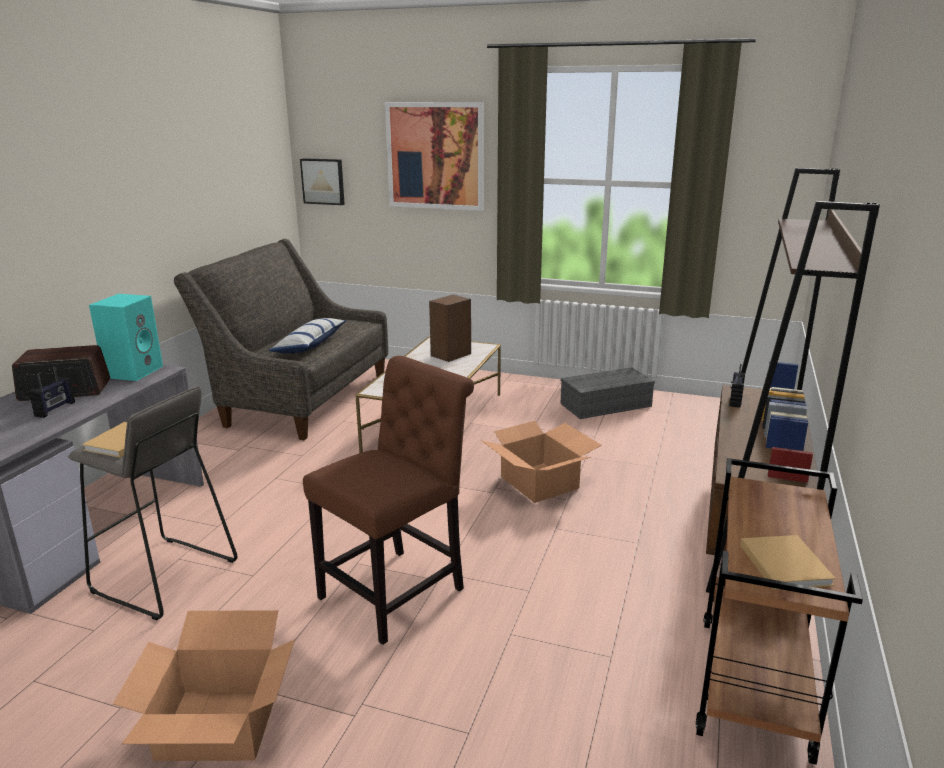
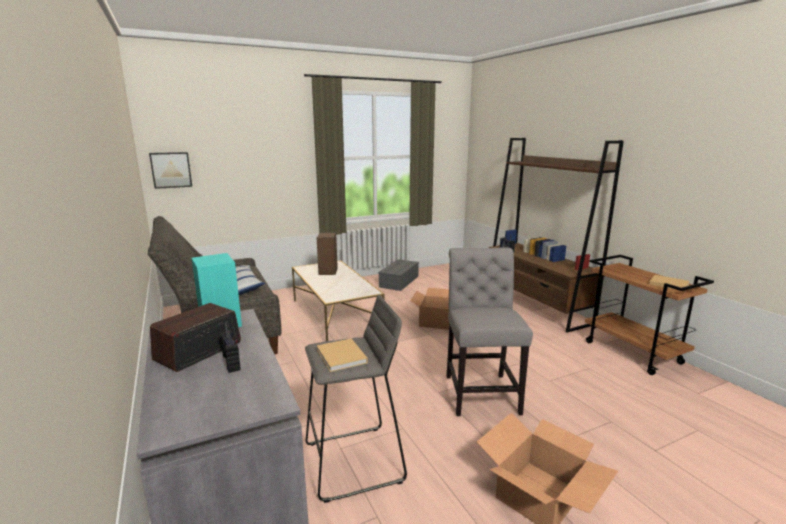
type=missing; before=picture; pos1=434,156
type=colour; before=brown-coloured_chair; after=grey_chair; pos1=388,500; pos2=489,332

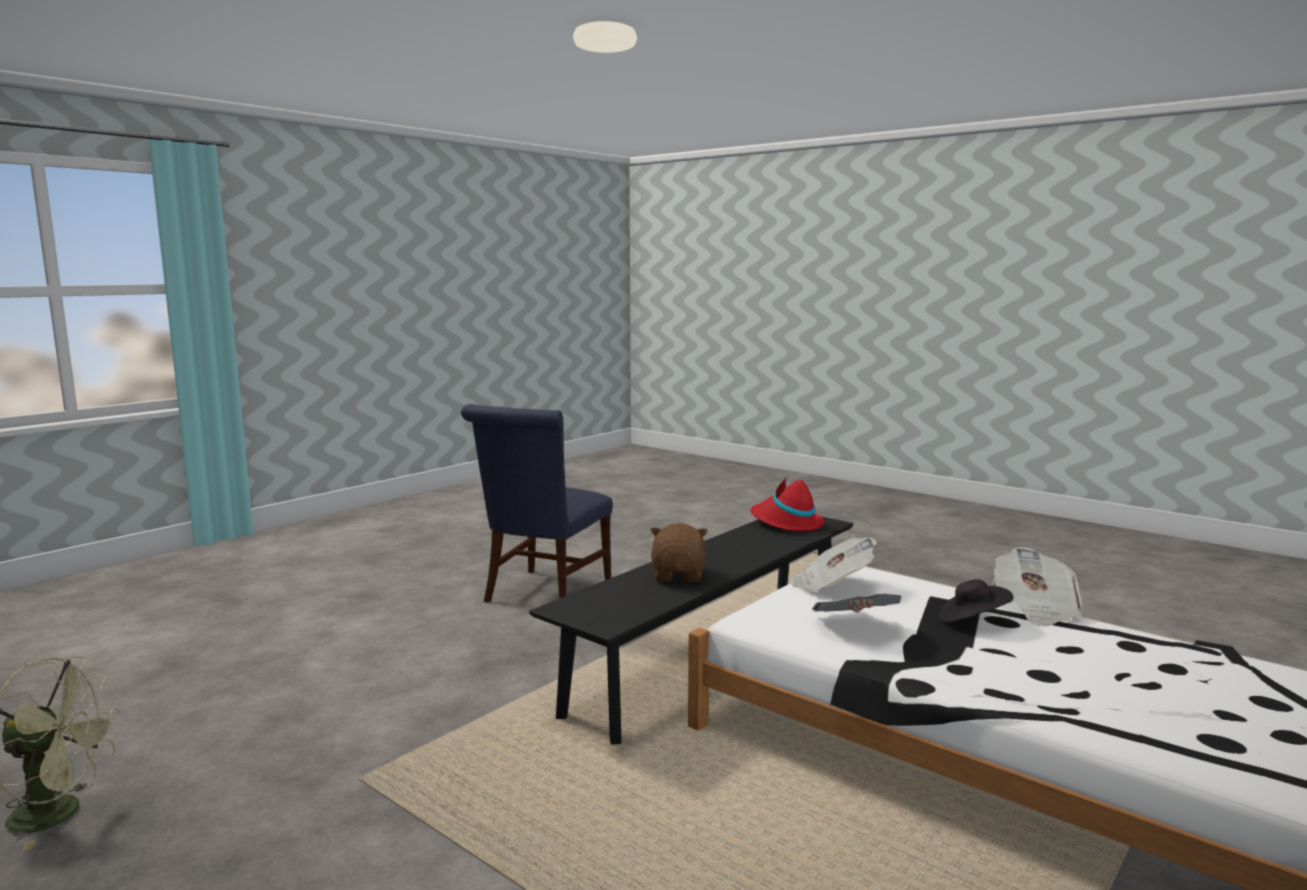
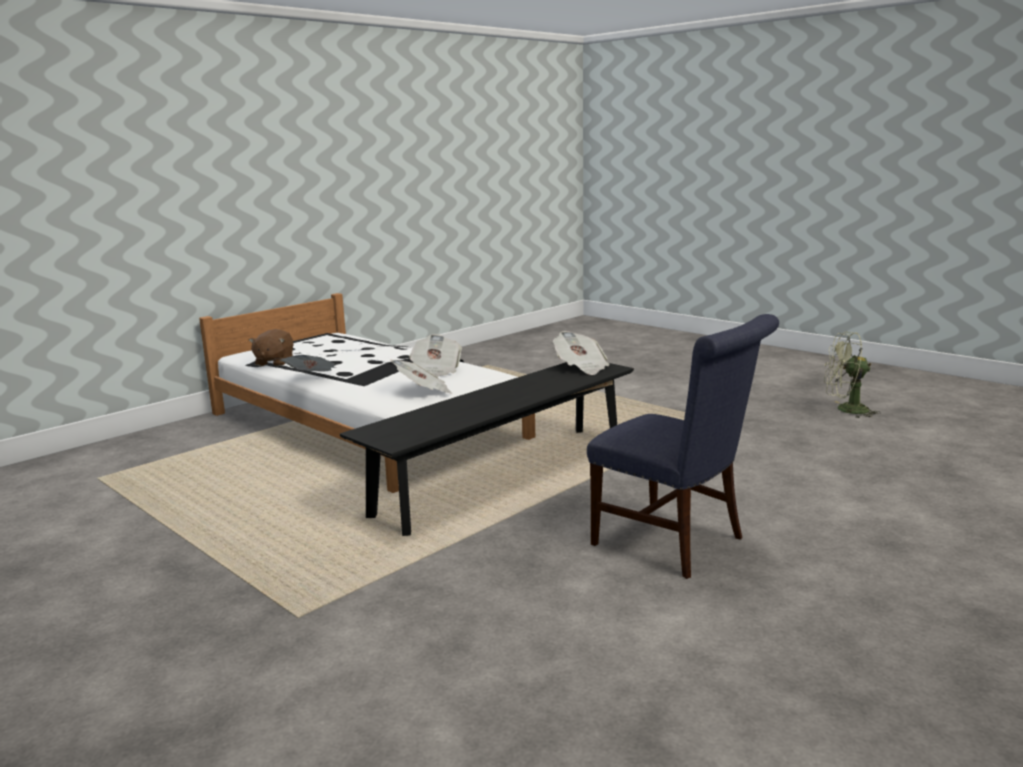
type=spun; before=bluish_chair; pos1=537,503; pos2=683,446; turn=105
type=missing; before=reddish_hat; pos1=787,504
type=relocated; before=brown-coloured_soft_toy; pos1=679,552; pos2=271,347
type=missing; before=black_hat; pos1=975,601
type=appeared; after=daily_paper; pos2=581,353

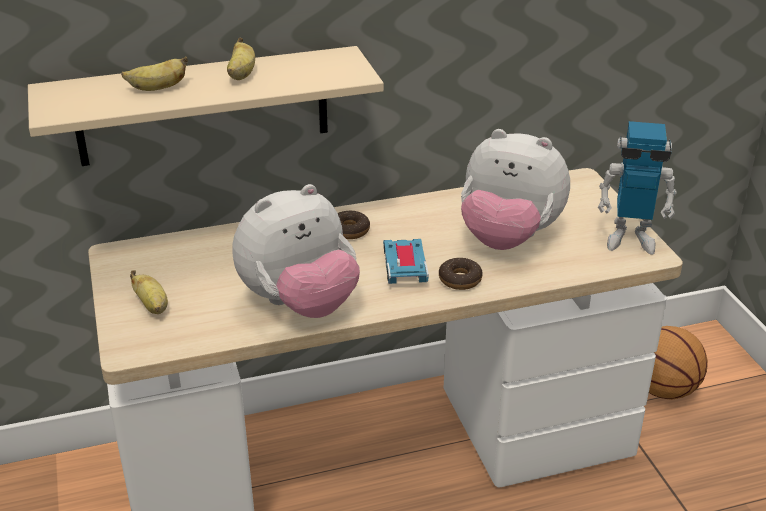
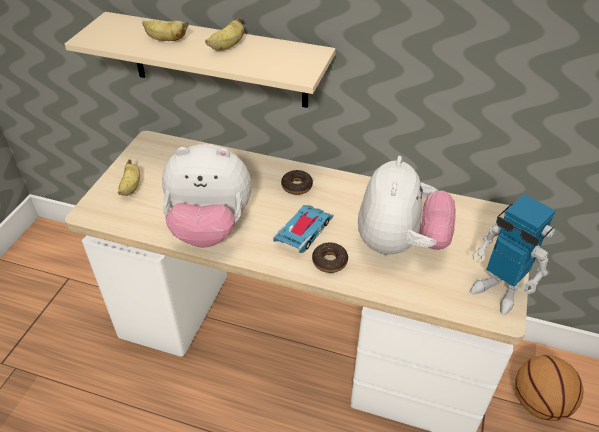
type=spun; before=soft_toy; pos1=515,189; pos2=407,205; turn=-135

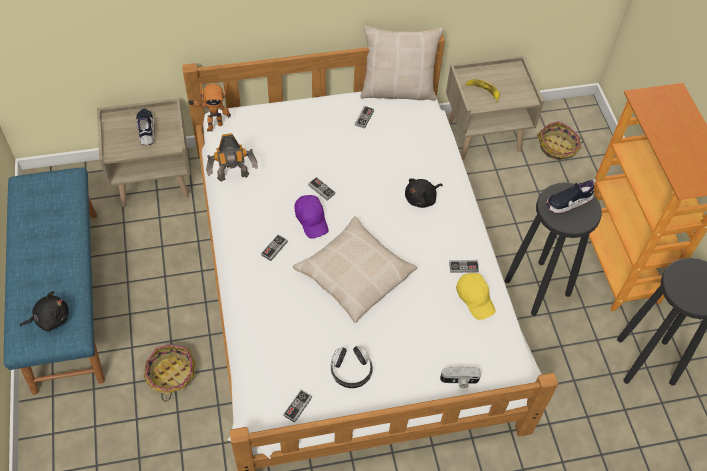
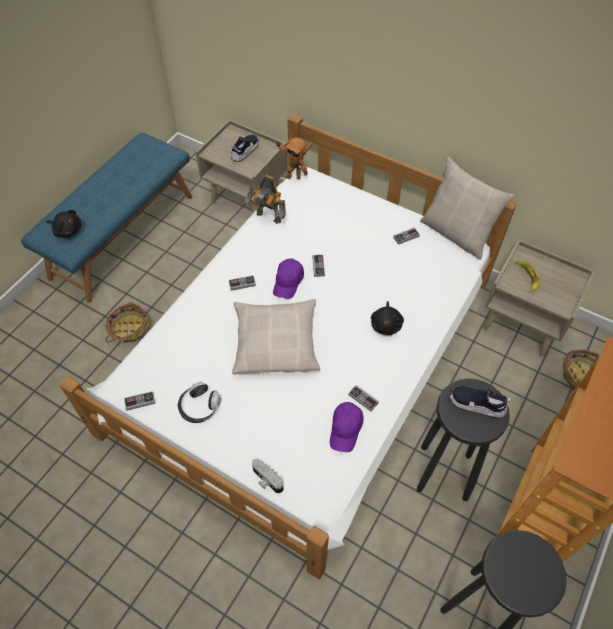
type=spun; before=black_soft_toy; pos1=424,193; pos2=387,318; turn=-90
type=colour; before=yellow-coloured_peaked_cap; after=purple_peaked_cap; pos1=476,296; pos2=347,427

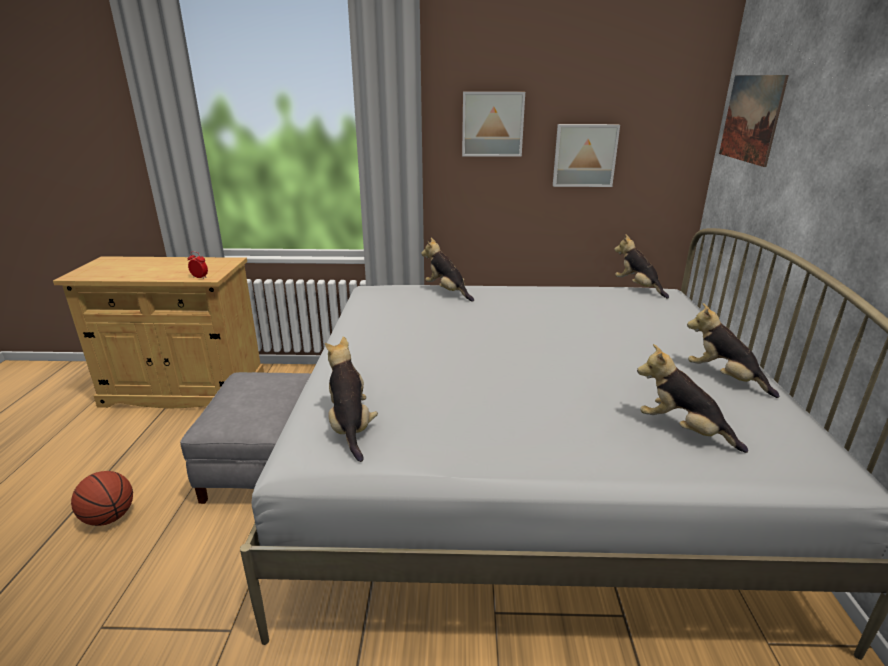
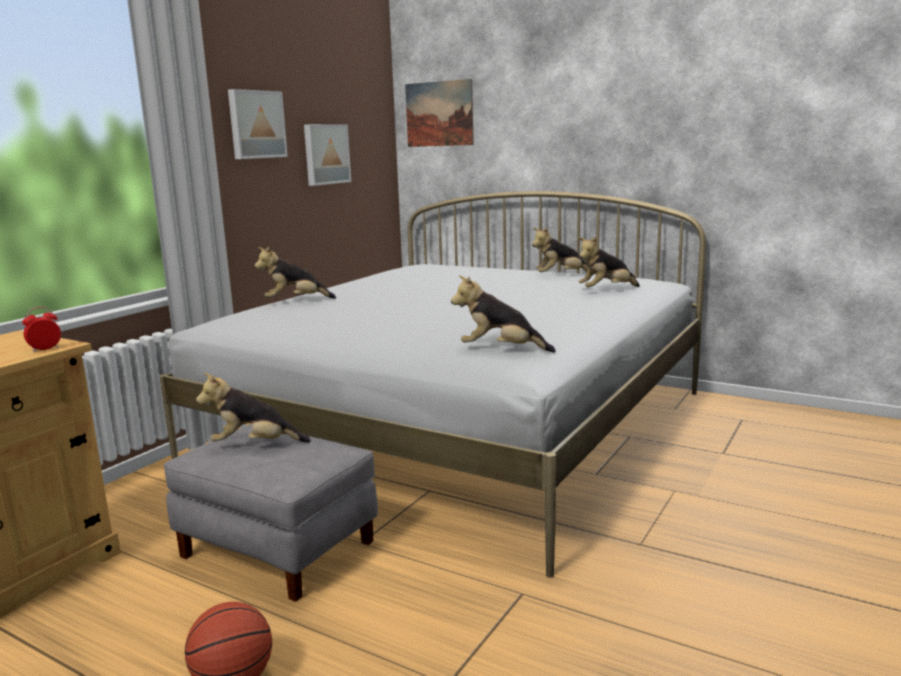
type=relocated; before=soft_toy; pos1=641,266; pos2=253,407

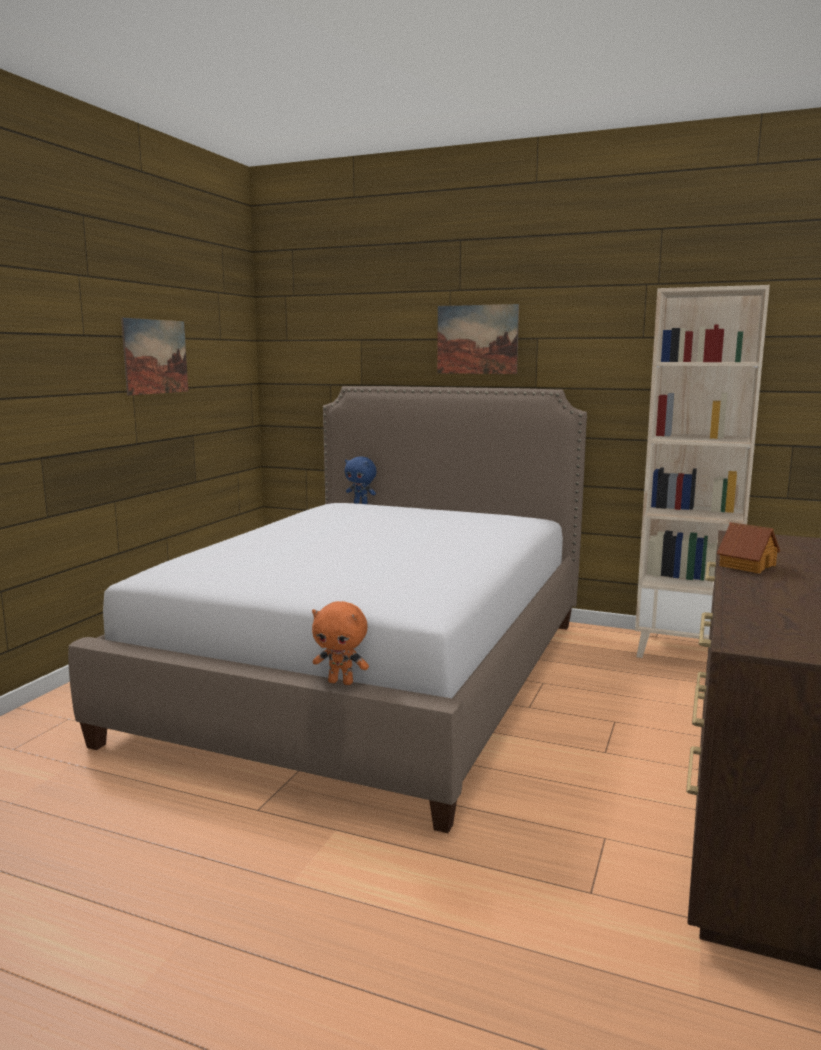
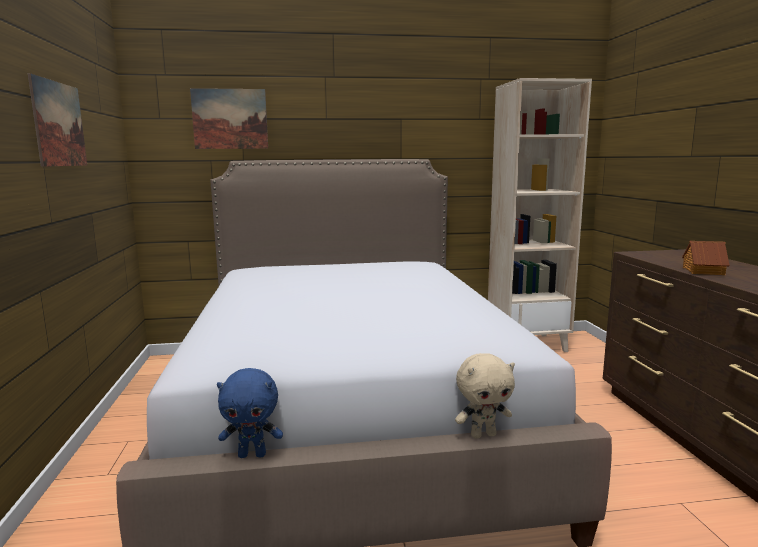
type=relocated; before=picture; pos1=478,339; pos2=229,118
type=relocated; before=bluish_soft_toy; pos1=361,480; pos2=250,413
type=colour; before=orangey_soft_toy; after=sand-coloured_soft_toy; pos1=340,643; pos2=485,396

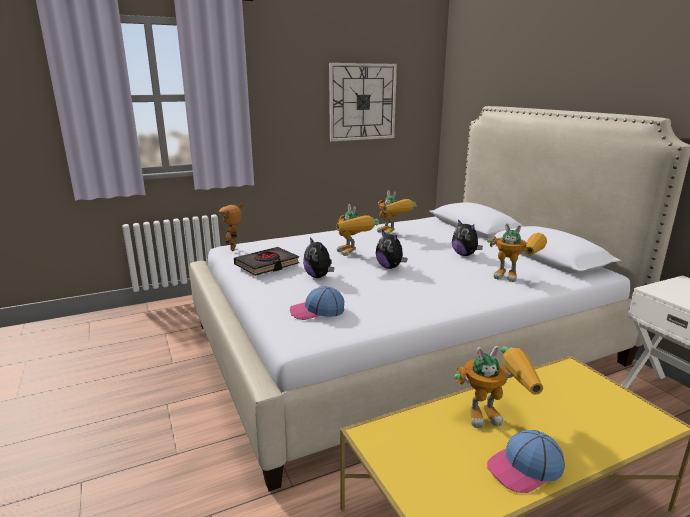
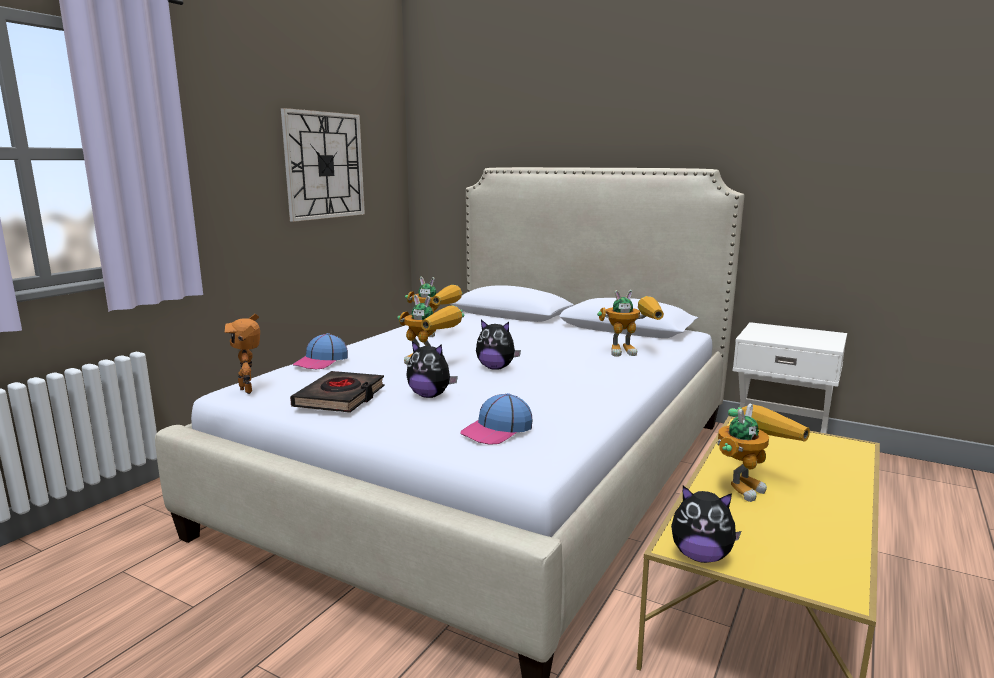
type=relocated; before=soft_toy; pos1=467,237; pos2=706,524
type=relocated; before=peaked_cap; pos1=526,461; pos2=320,351

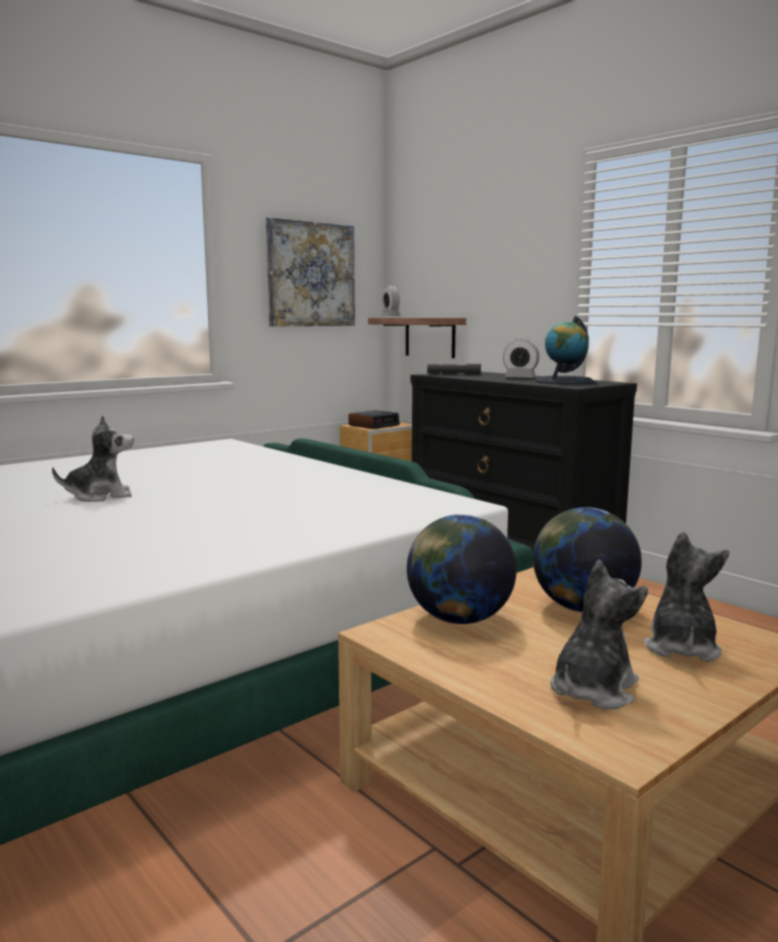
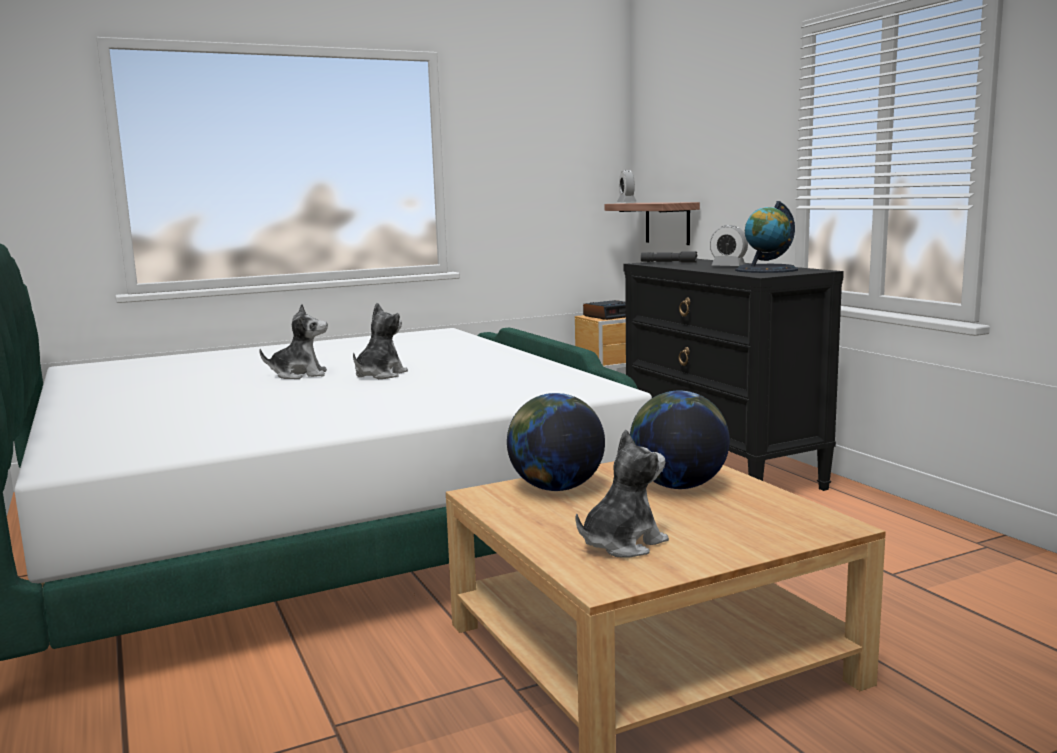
type=missing; before=picture; pos1=310,271
type=relocated; before=soft_toy; pos1=686,597; pos2=380,341

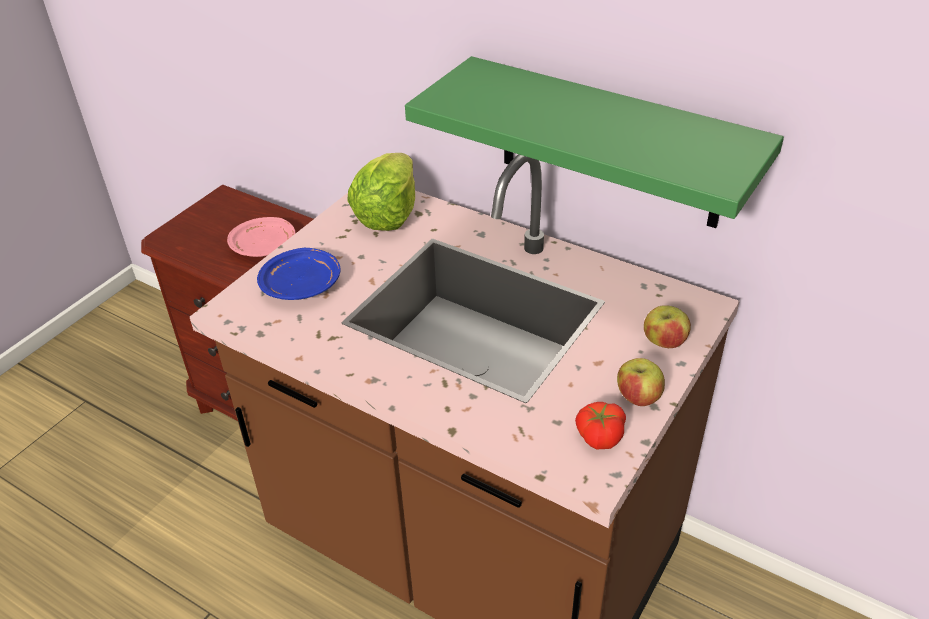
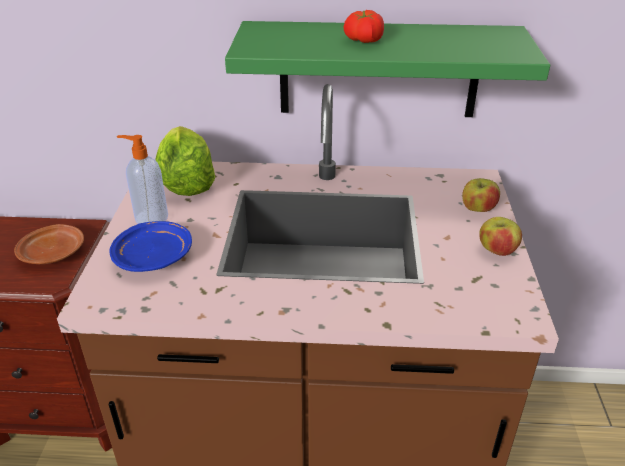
type=colour; before=pink-coloured_plate; after=brown-coloured_plate; pos1=261,237; pos2=49,244
type=relocated; before=tomato; pos1=600,425; pos2=364,26
type=appeared; after=liquid_soap_bottle; pos2=142,179

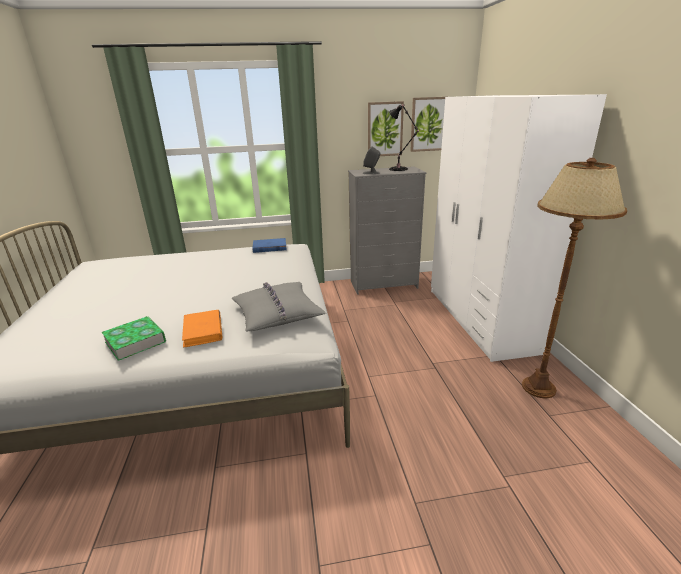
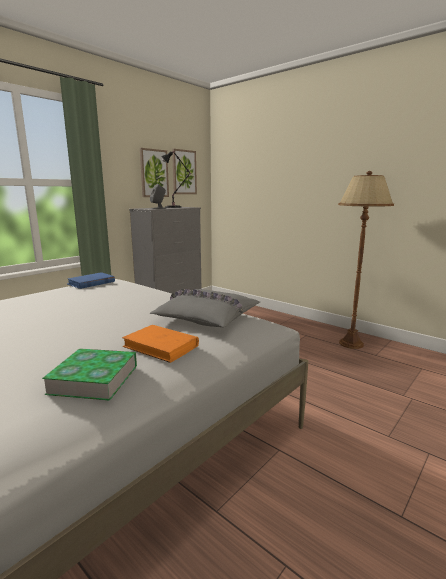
type=missing; before=white-coloured_wardrobe; pos1=519,228

